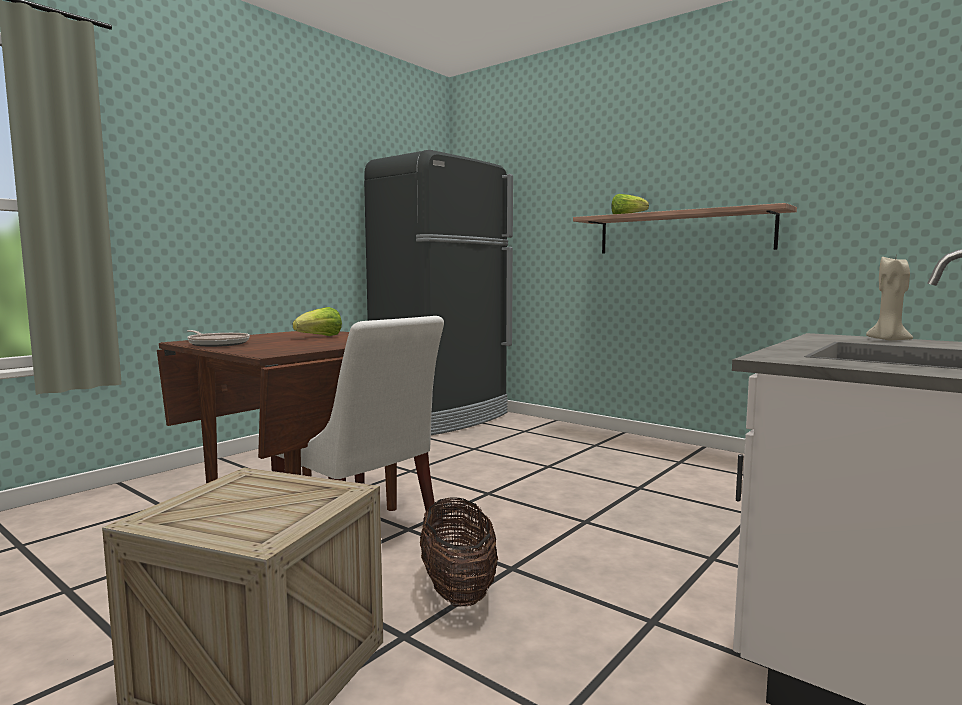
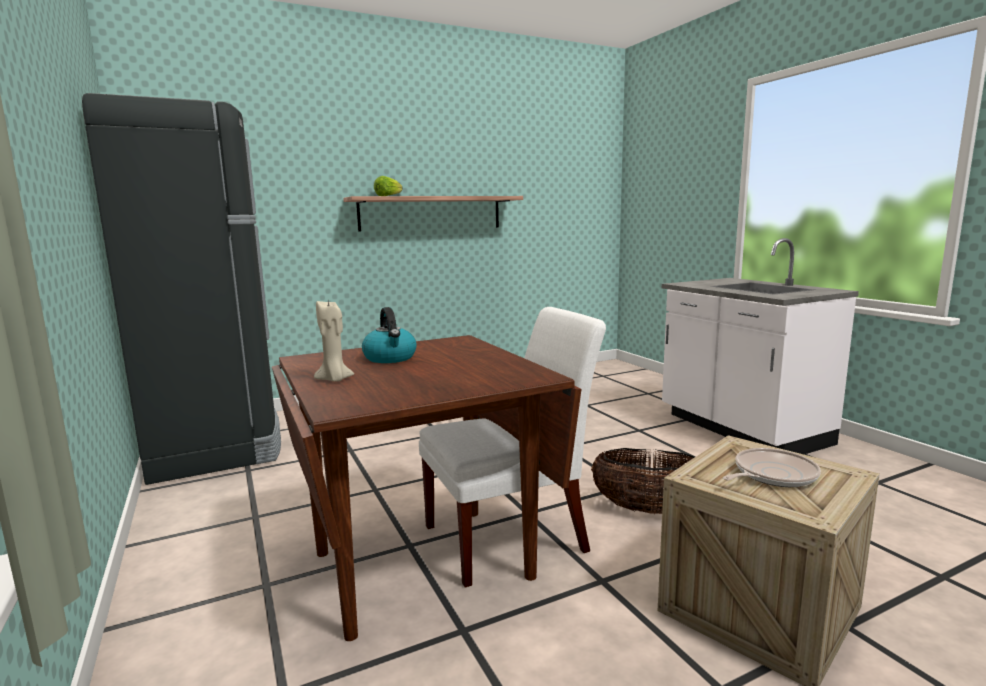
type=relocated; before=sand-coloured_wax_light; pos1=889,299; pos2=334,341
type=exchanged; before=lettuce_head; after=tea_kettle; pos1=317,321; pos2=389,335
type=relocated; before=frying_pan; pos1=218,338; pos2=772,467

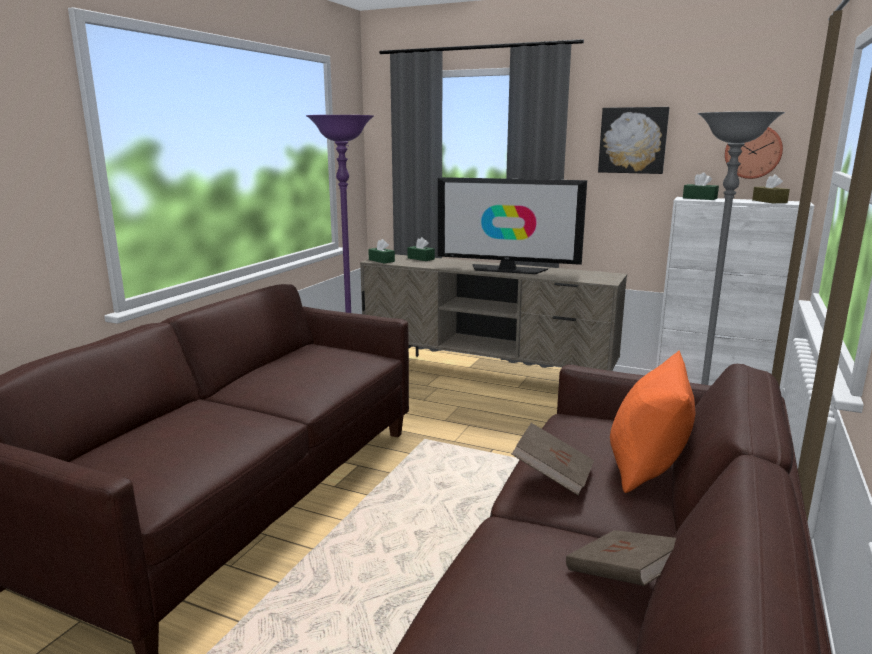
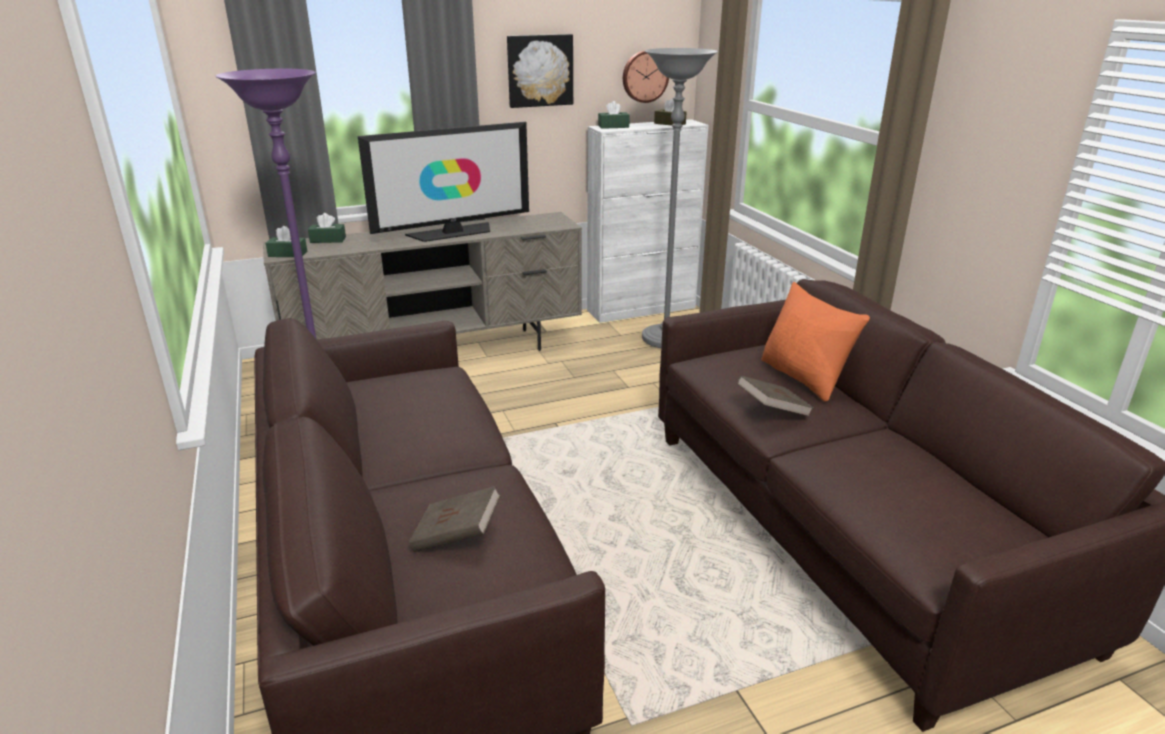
type=relocated; before=brown-coloured_volume; pos1=621,558; pos2=455,519

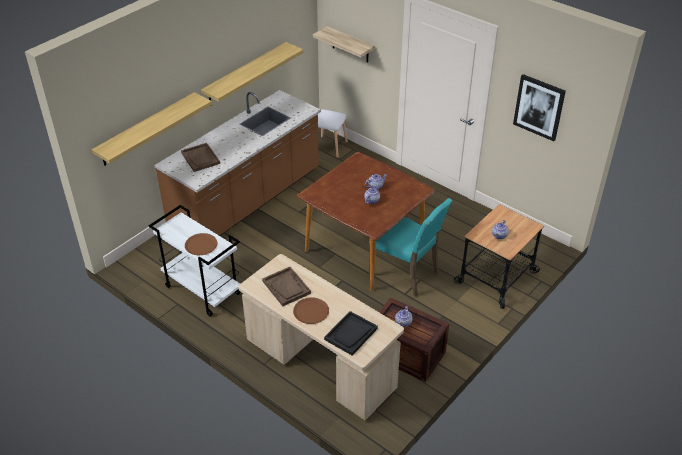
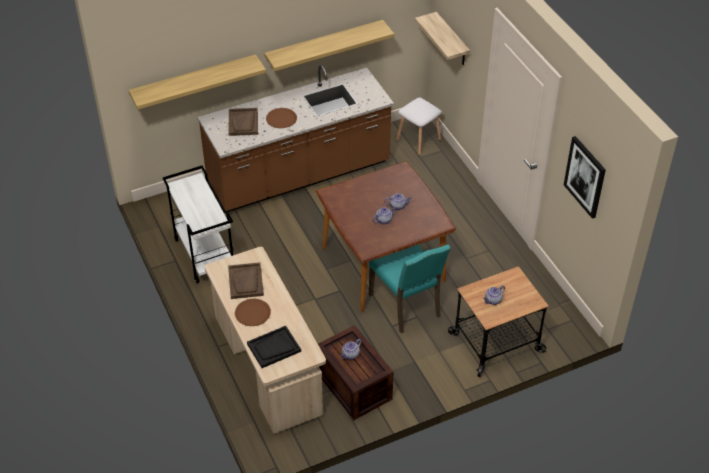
type=relocated; before=brown-coloured_plate; pos1=201,244; pos2=281,118

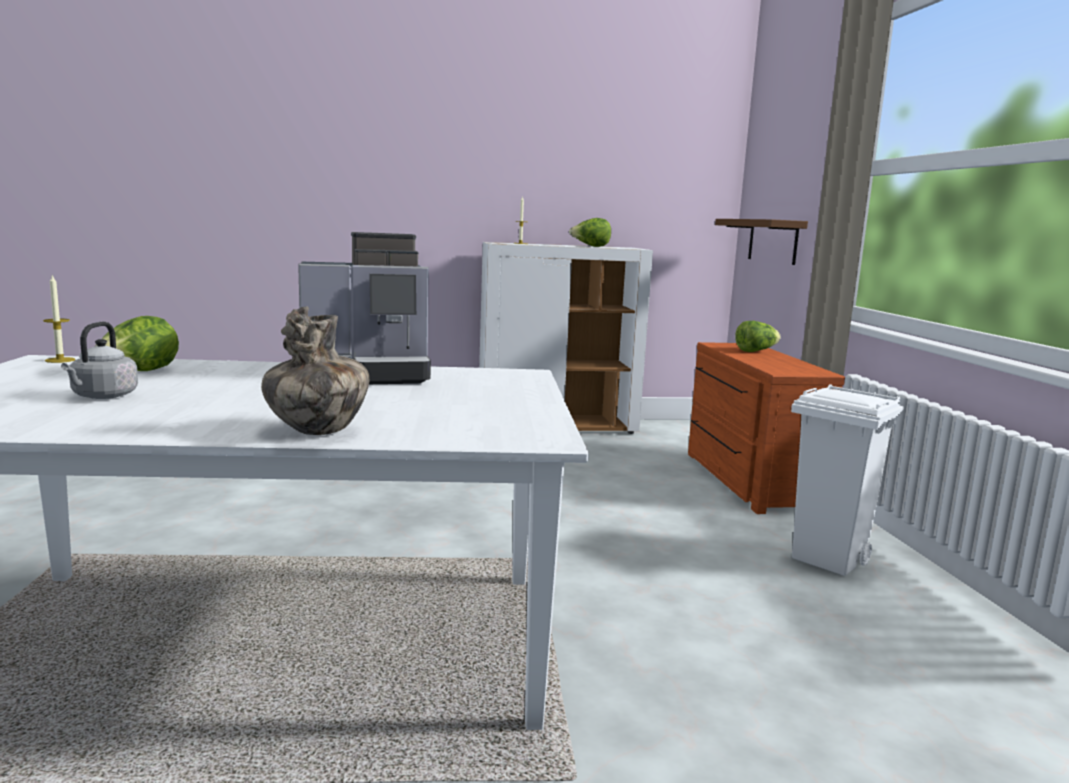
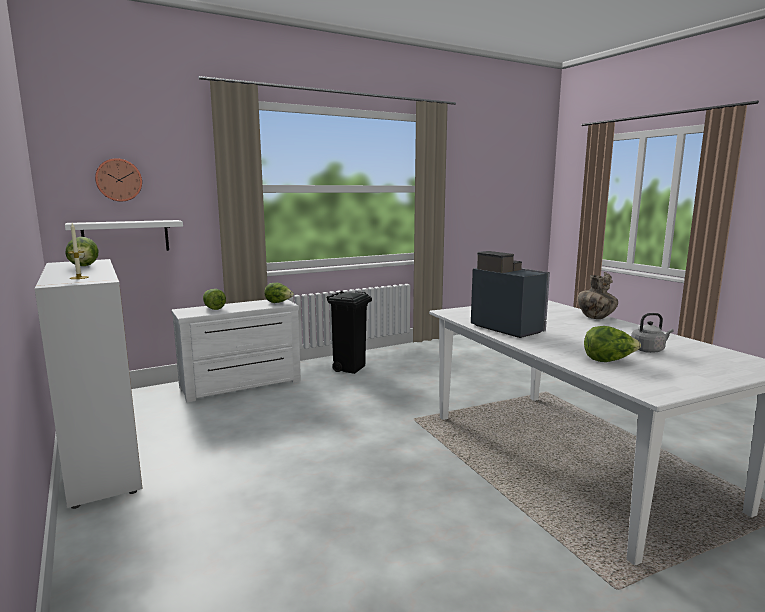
type=colour; before=brown-coloured_wall_shelf; after=white-coloured_wall_shelf; pos1=761,242; pos2=124,235
type=missing; before=wax_light; pos1=59,318
type=colour; before=brown-coloured_drawer_chest; after=white-coloured_drawer_chest; pos1=766,428; pos2=236,351
type=colour; before=white-coloured_trash_can; after=black_trash_can; pos1=847,480; pos2=349,332
type=appeared; after=wall_clock; pos2=118,179
type=appeared; after=lettuce_head; pos2=279,293

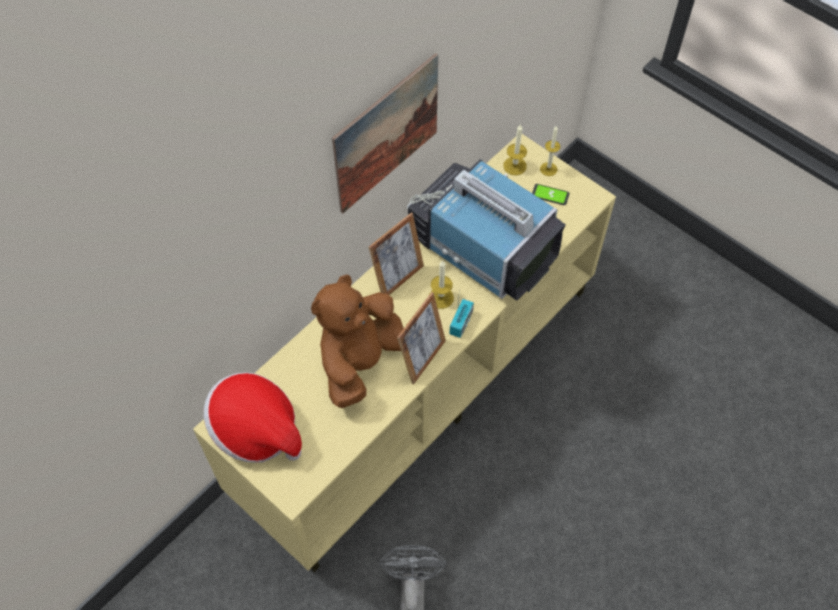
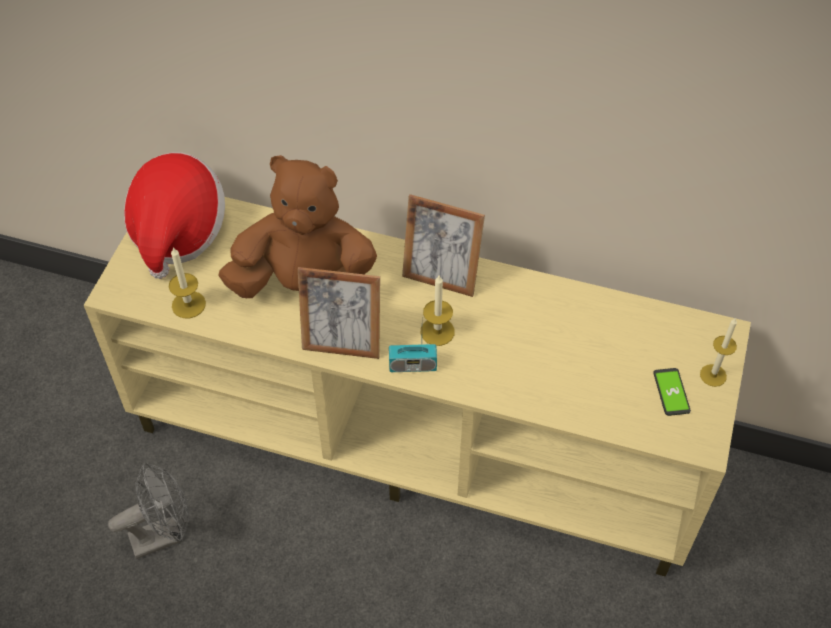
type=missing; before=picture; pos1=385,133
type=relocated; before=wax_light; pos1=515,149; pos2=187,283
type=missing; before=television; pos1=486,229

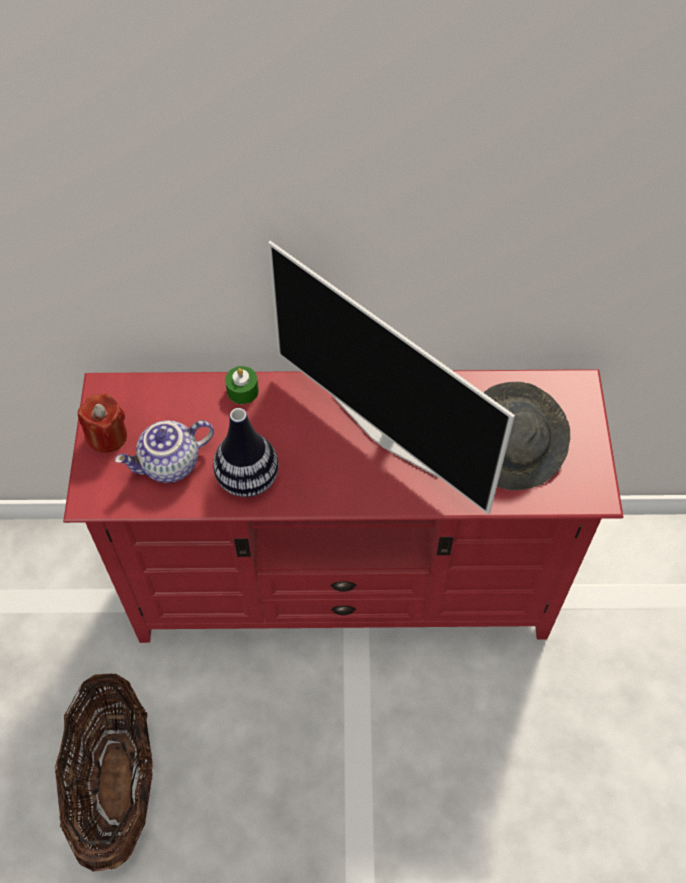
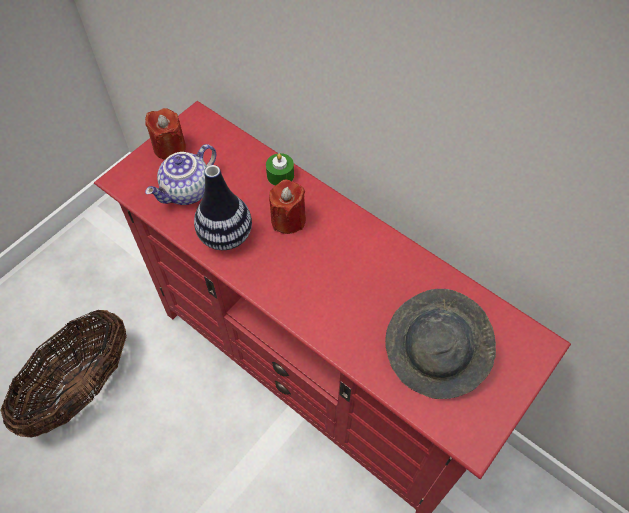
type=missing; before=television; pos1=391,378
type=spun; before=teapot; pos1=164,451; pos2=180,174; turn=-60
type=appeared; after=reddish_wax_light; pos2=287,207

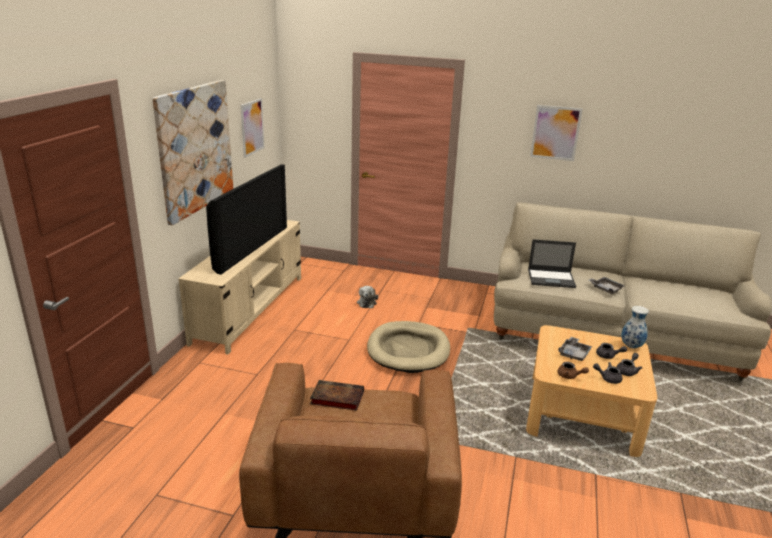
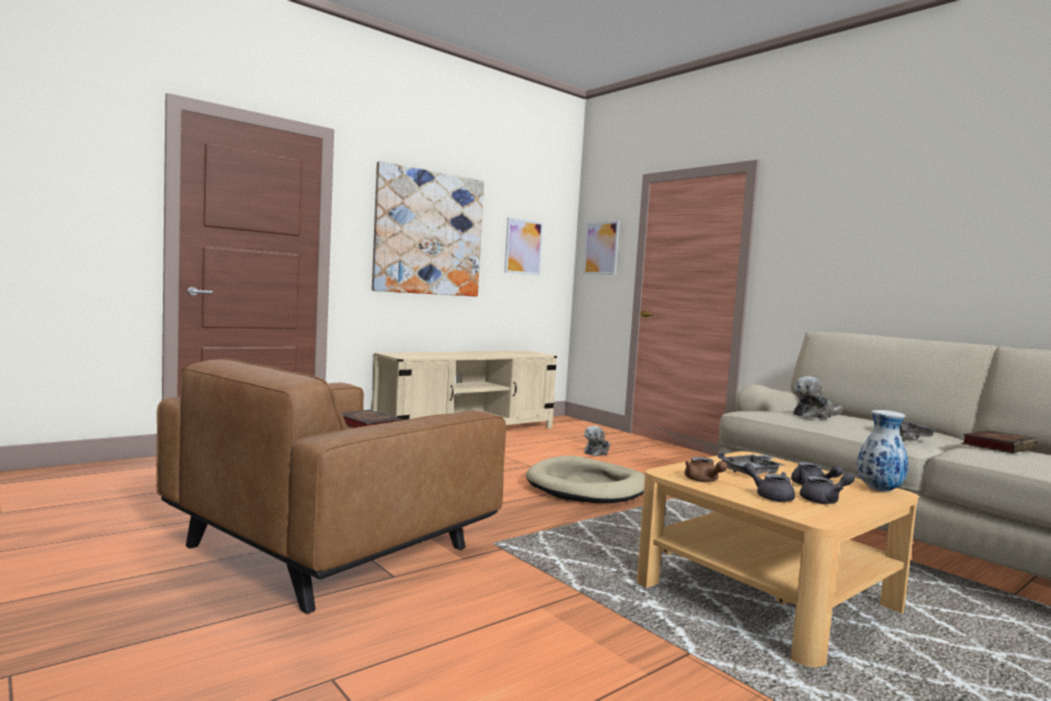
type=relocated; before=picture; pos1=556,133; pos2=601,248
type=missing; before=television; pos1=246,219
type=exchanged; before=portable_computer; after=soft_toy; pos1=552,263; pos2=817,397
type=appeared; after=volume; pos2=1000,441

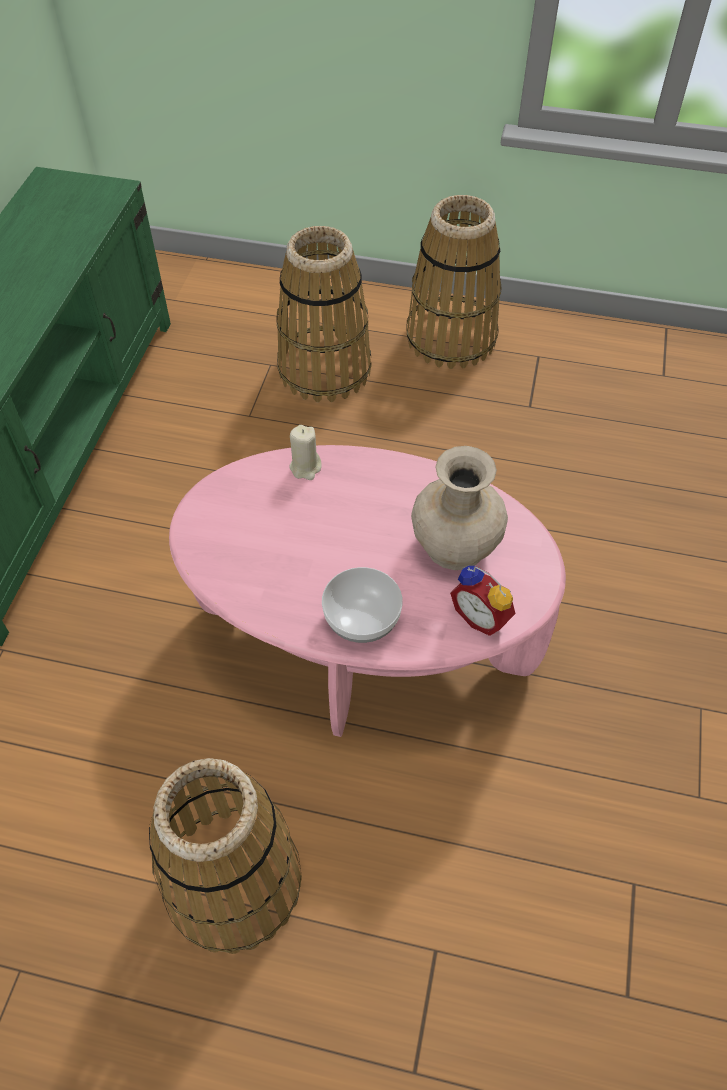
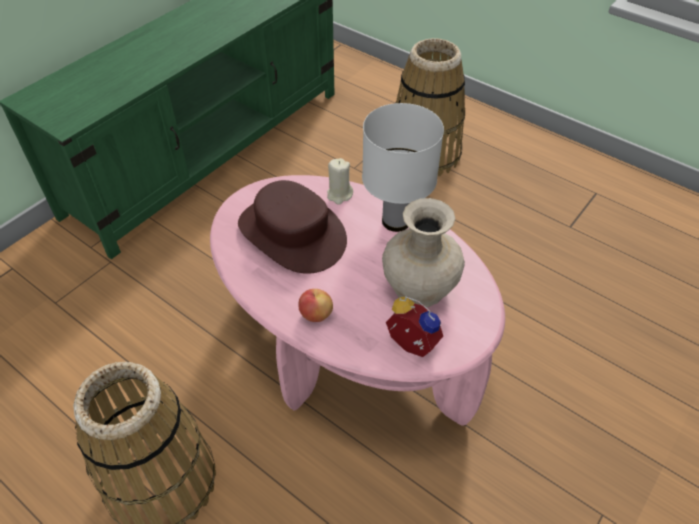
type=missing; before=storage_basket; pos1=454,282
type=spun; before=bedside_clock; pos1=483,601; pos2=414,326; turn=150
type=exchanged; before=deep_dish; after=apple; pos1=362,605; pos2=316,305
type=appeared; after=white-coloured_lamp_for_a_table; pos2=403,167
type=appeared; after=brown-coloured_hat; pos2=292,227

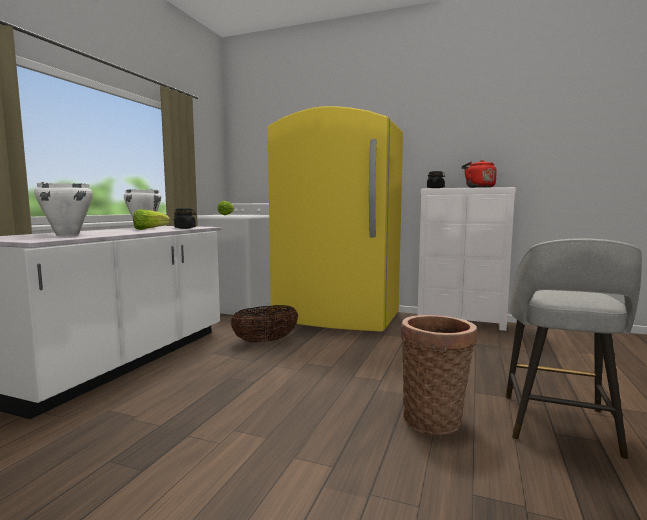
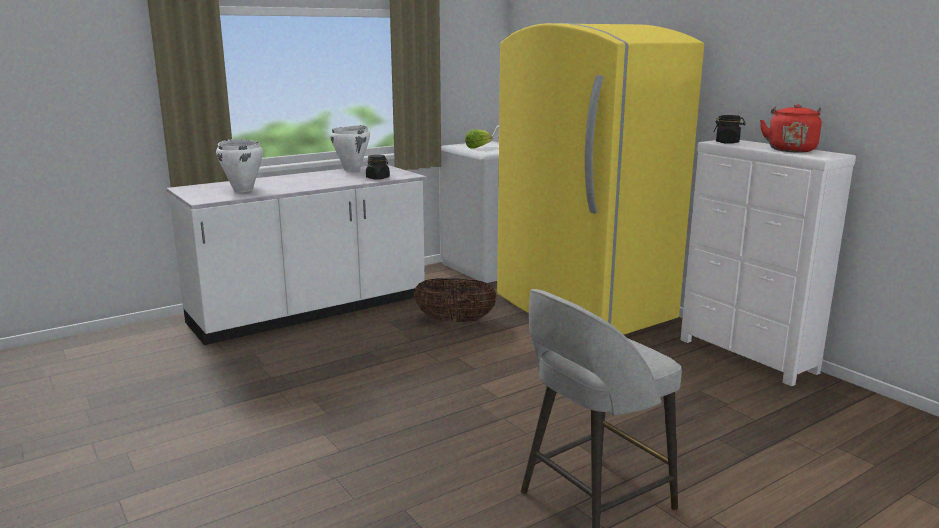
type=missing; before=lettuce_head; pos1=151,219
type=missing; before=storage_basket; pos1=439,375

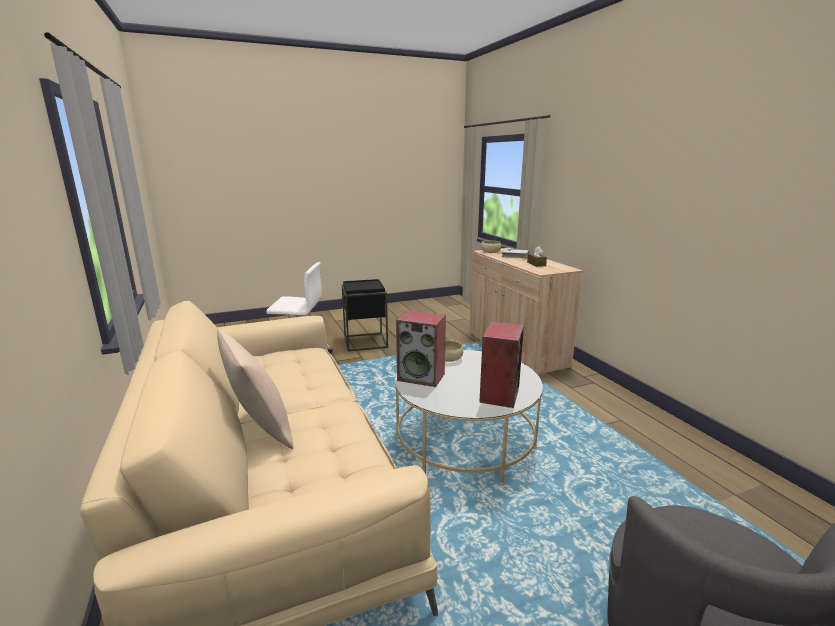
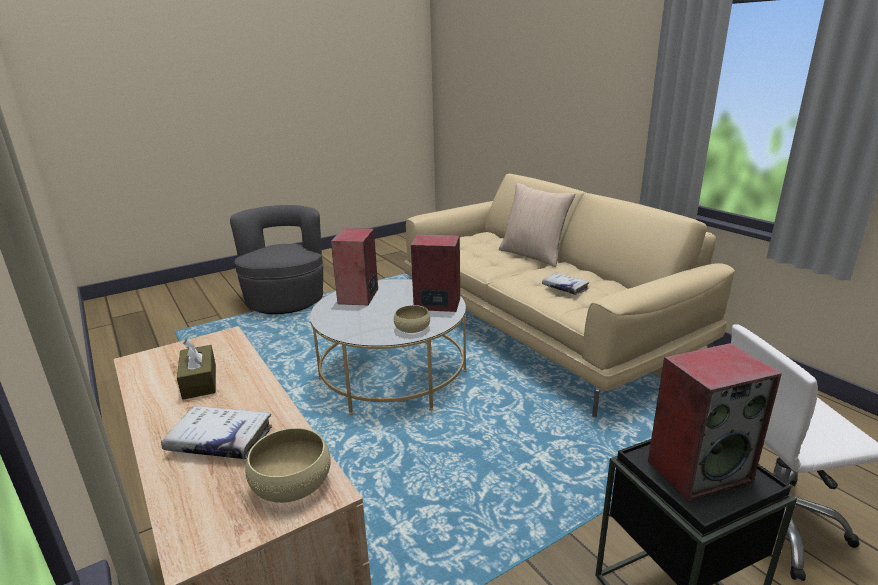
type=appeared; after=white-coloured_volume; pos2=566,284
type=appeared; after=loudspeaker; pos2=715,422

